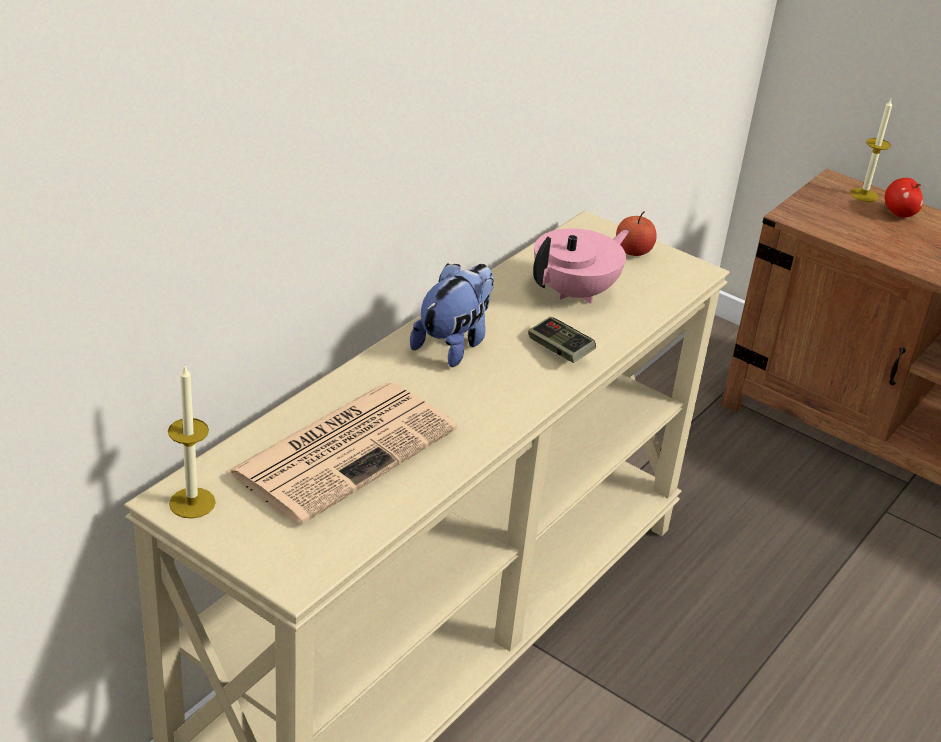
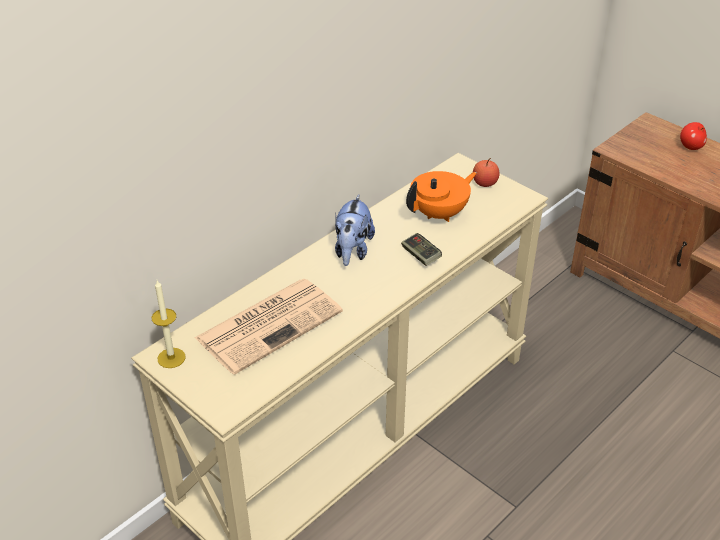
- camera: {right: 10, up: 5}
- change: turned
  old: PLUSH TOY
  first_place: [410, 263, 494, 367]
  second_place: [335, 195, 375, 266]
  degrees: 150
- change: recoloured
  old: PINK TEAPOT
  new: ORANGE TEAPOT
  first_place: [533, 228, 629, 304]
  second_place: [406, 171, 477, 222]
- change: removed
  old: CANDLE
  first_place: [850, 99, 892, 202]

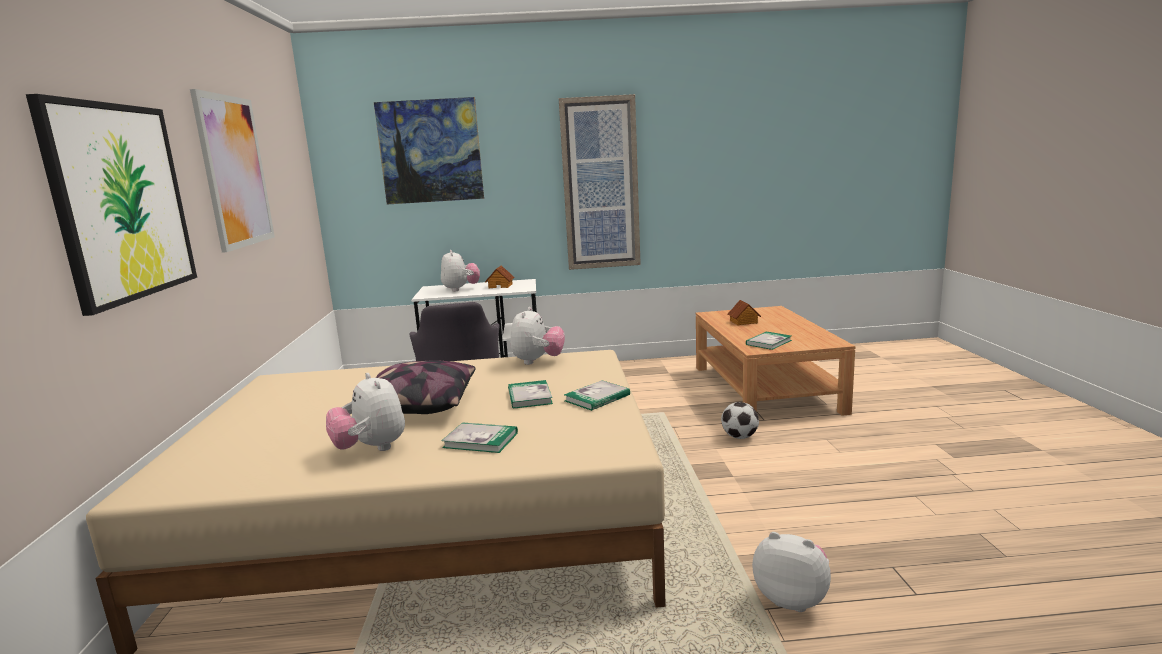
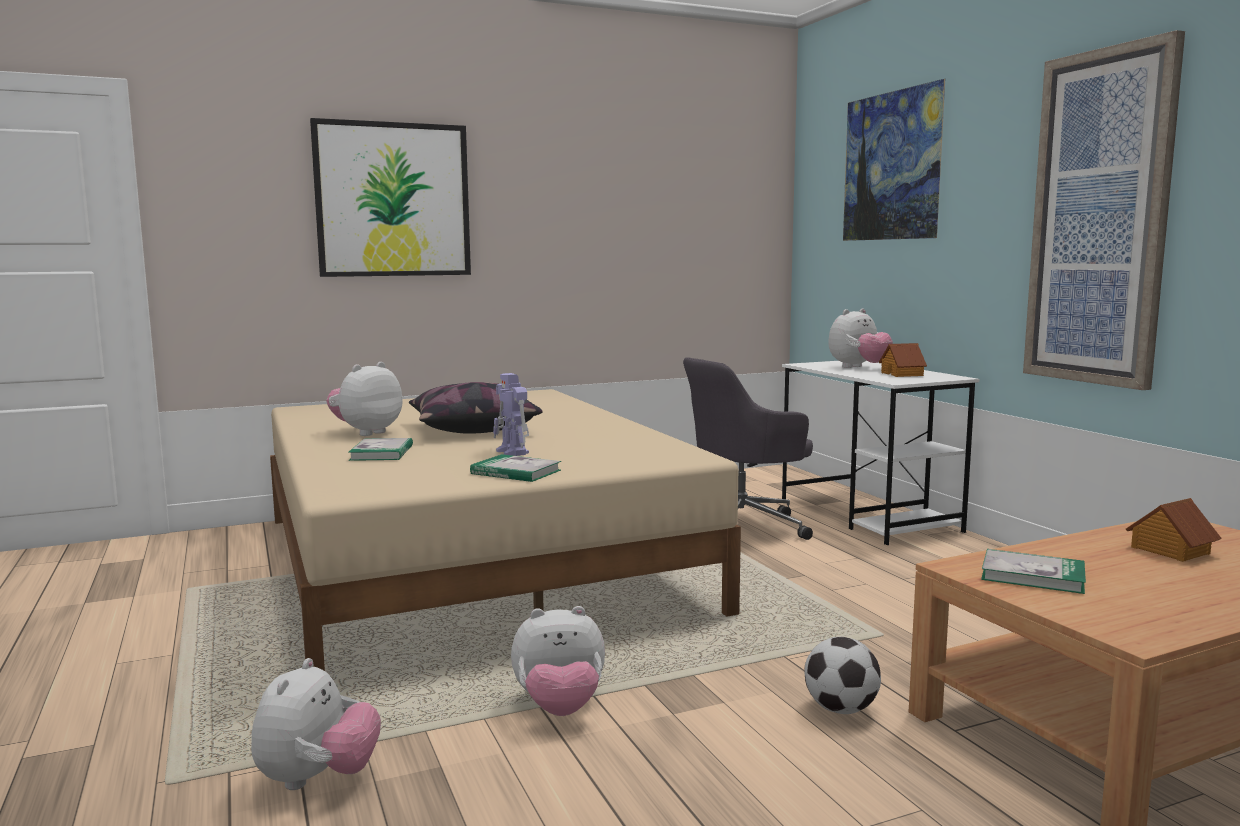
- camera: {right: 70, up: -5}
- change: replaced
  old: BOOK
  new: TOY ROBOT
  first_place: [508, 380, 553, 409]
  second_place: [493, 373, 529, 456]
- change: moved
  old: PLUSH TOY
  first_place: [510, 307, 565, 365]
  second_place: [511, 606, 605, 716]
- change: removed
  old: PICTURE
  first_place: [190, 89, 275, 253]

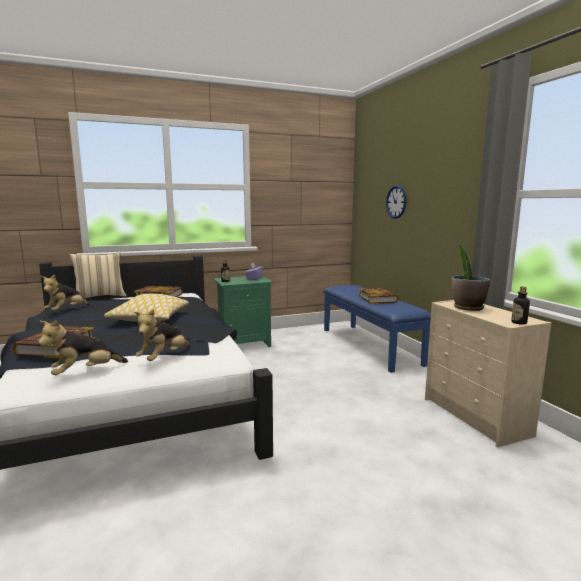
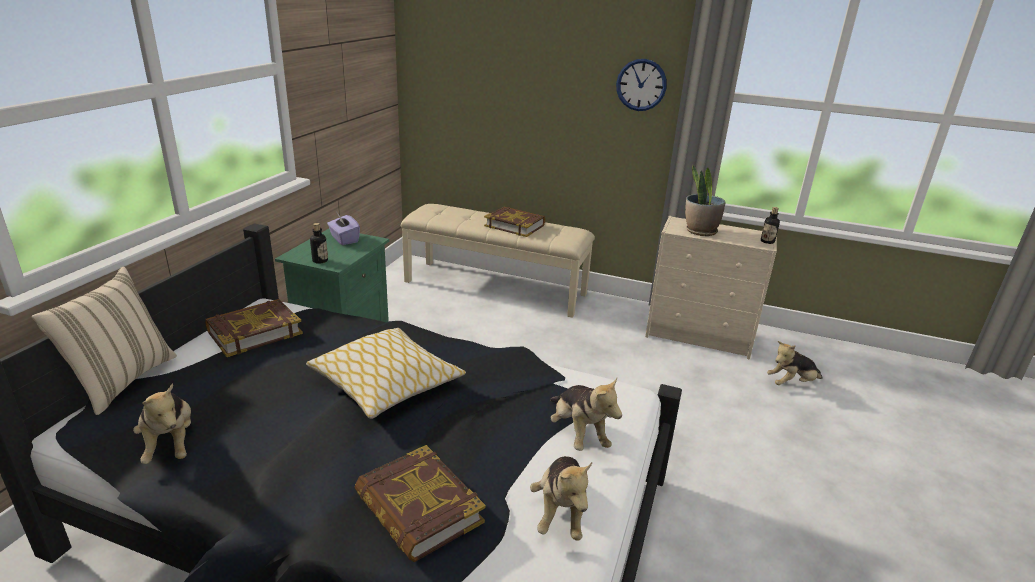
- camera: {right: -50, up: 15}
- change: recoloured
  old: BLUE BENCH
  new: BEIGE BENCH
  first_place: [324, 285, 431, 373]
  second_place: [401, 204, 595, 318]
- change: moved
  old: WALL CLOCK
  first_place: [386, 185, 407, 219]
  second_place: [616, 59, 667, 111]
- change: added
  new: PLUSH TOY
  second_place: [767, 341, 823, 385]

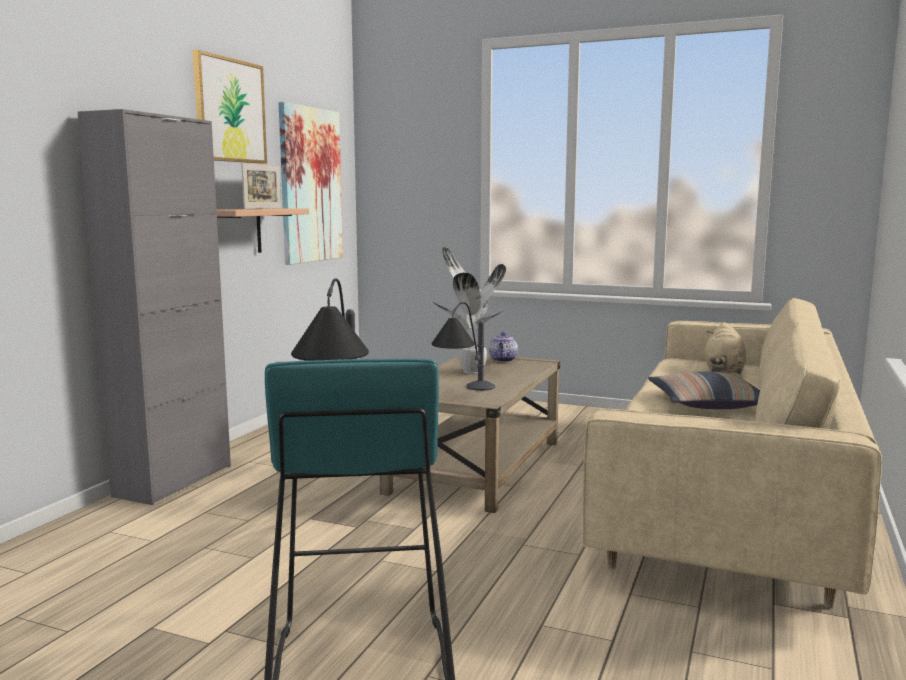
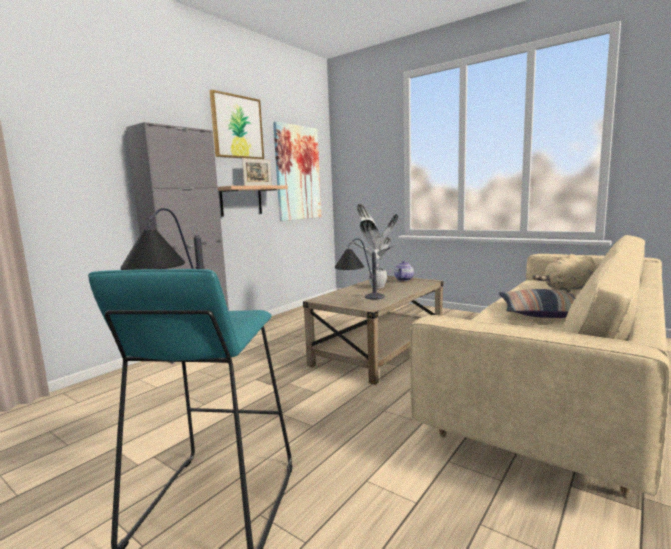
- camera: {right: 15, up: 0}
- change: turned
  old: BEIGE PLUSH TOY
  first_place: [705, 322, 746, 375]
  second_place: [533, 254, 596, 292]
  degrees: 45

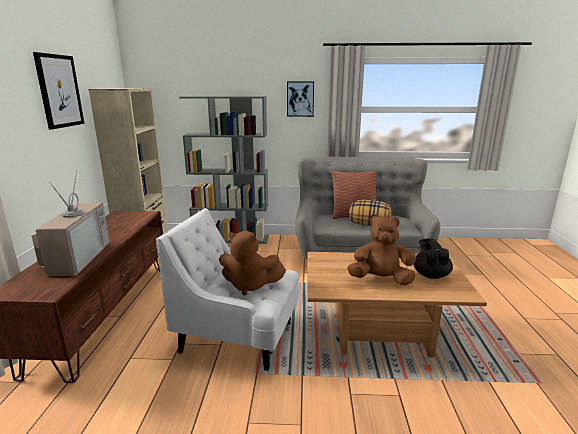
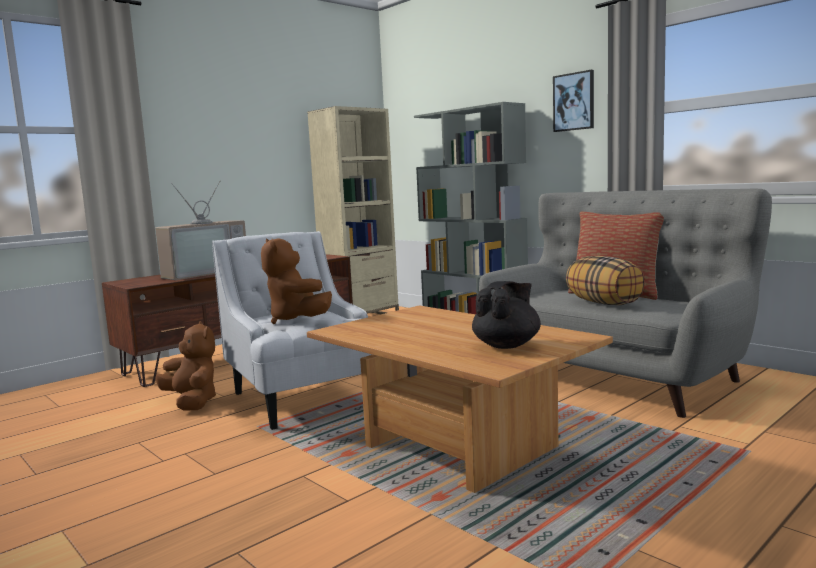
- camera: {right: 45, up: -10}
- change: moved
  old: BROWN PLUSH TOY
  first_place: [347, 214, 416, 286]
  second_place: [156, 321, 216, 410]
- change: removed
  old: PICTURE
  first_place: [33, 52, 85, 129]

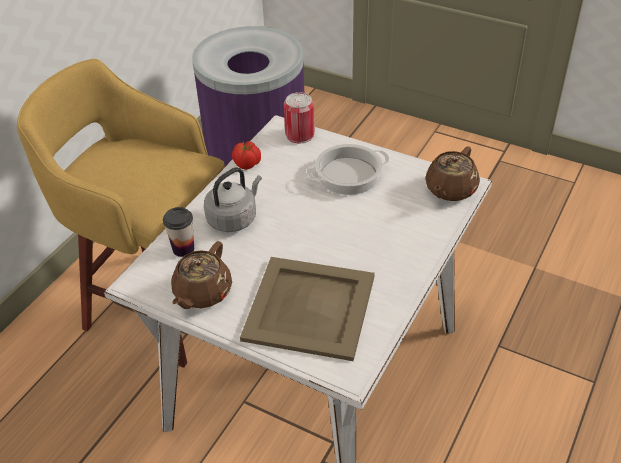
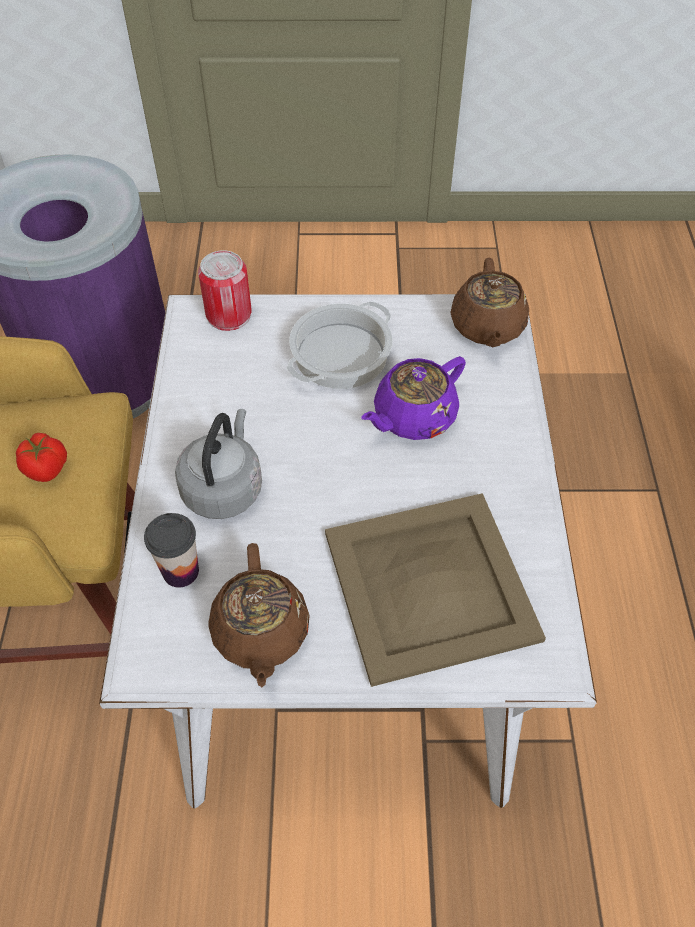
- camera: {right: -30, up: 10}
- change: moved
  old: TOMATO
  first_place: [232, 141, 261, 170]
  second_place: [16, 433, 67, 482]
- change: added
  new: PURPLE TEAPOT
  second_place: [362, 356, 466, 440]

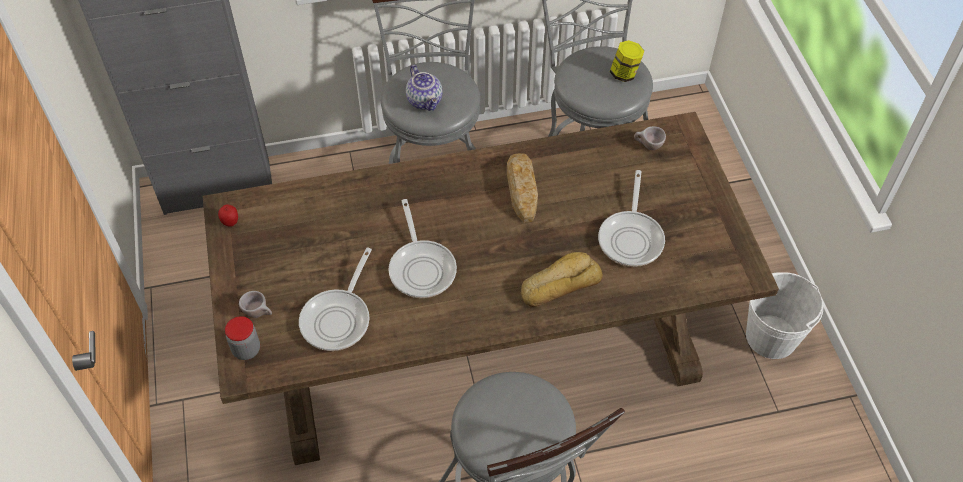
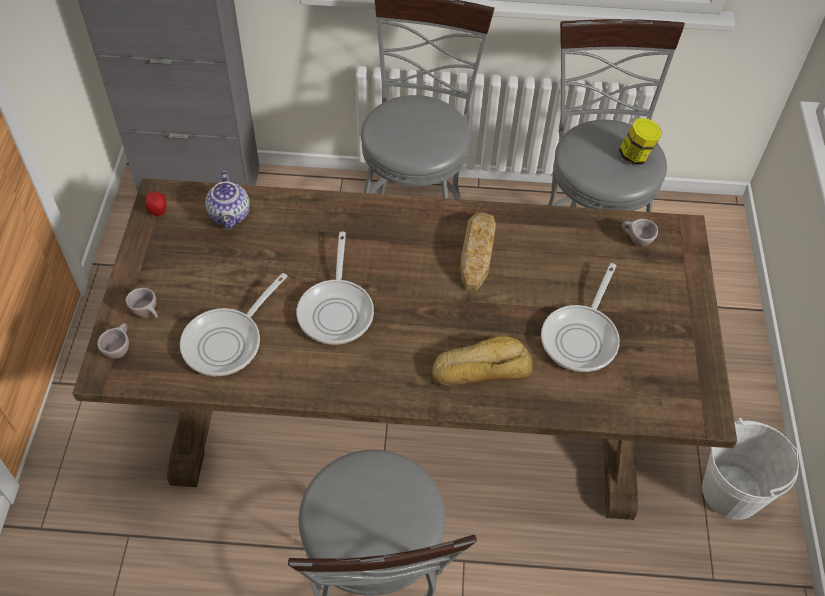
- camera: {right: 15, up: 0}
- change: replaced
  old: JAR
  new: BEIGE CUP
  first_place: [225, 316, 260, 360]
  second_place: [97, 323, 129, 359]
- change: moved
  old: TEAPOT
  first_place: [406, 65, 443, 111]
  second_place: [205, 170, 250, 229]

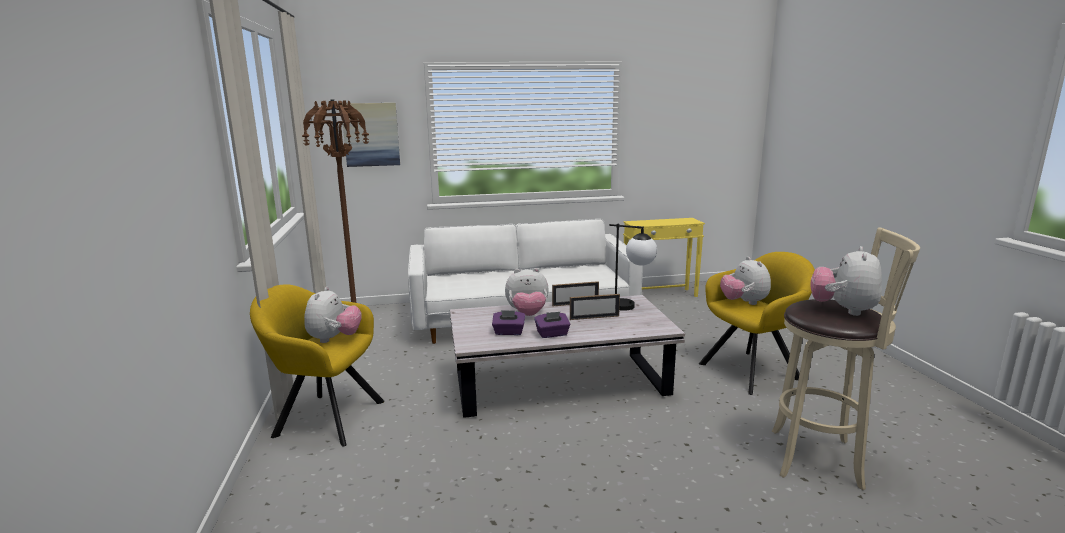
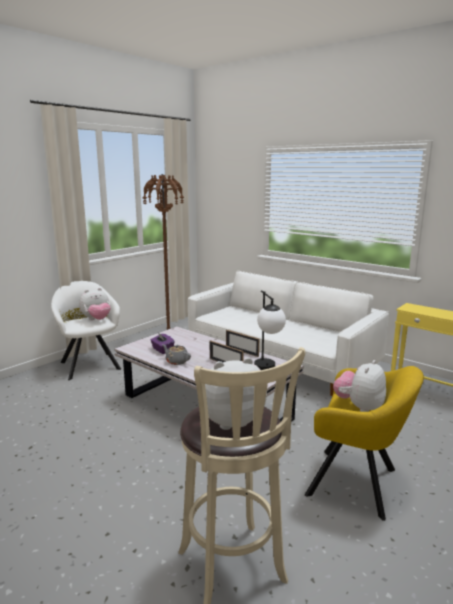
- camera: {right: 50, up: 0}
- change: recoloured
  old: YELLOW ARMCHAIR
  new: WHITE ARMCHAIR
  first_place: [250, 284, 384, 446]
  second_place: [51, 281, 121, 380]
- change: replaced
  old: PURPLE TISSUE BOX
  new: GREY TEAPOT
  first_place: [534, 312, 571, 338]
  second_place: [162, 344, 191, 365]
- change: removed
  old: PICTURE
  first_place: [342, 103, 400, 167]
- change: removed
  old: PLUSH TOY
  first_place: [505, 268, 548, 316]

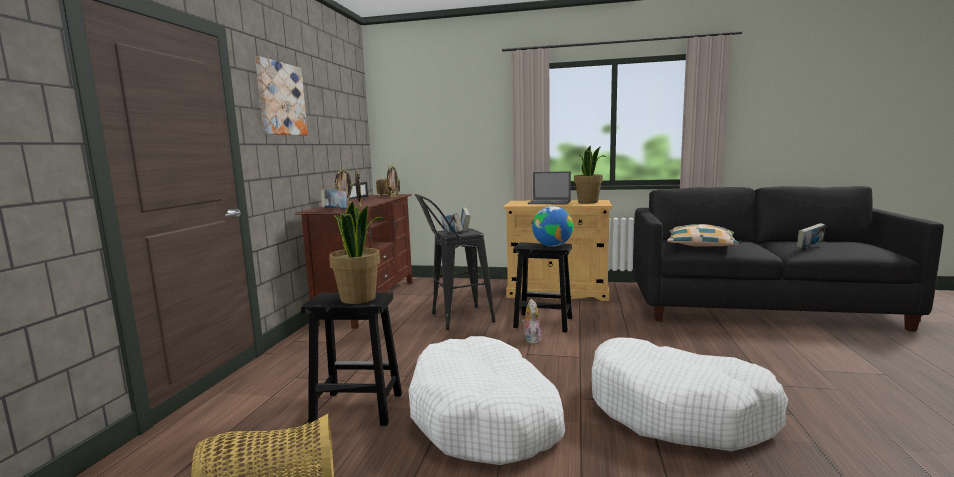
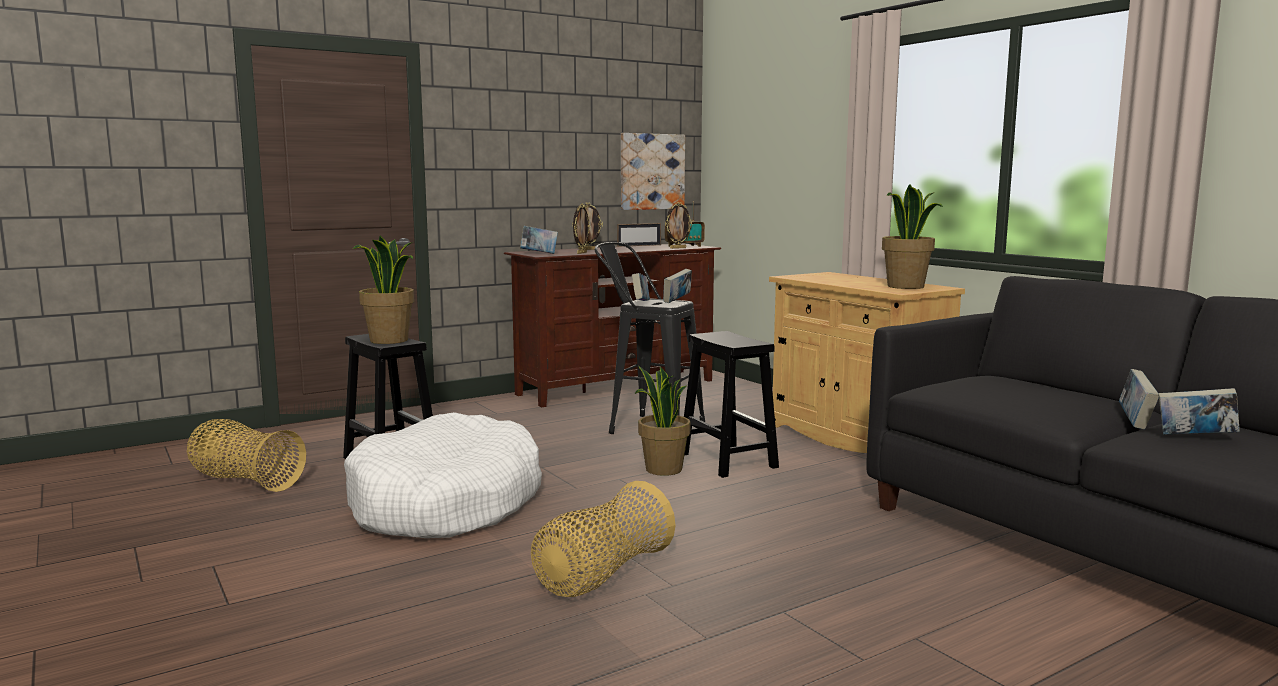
- camera: {right: 45, up: 0}
- change: replaced
  old: WHITE DOG BED
  new: BASKET
  first_place: [592, 337, 788, 451]
  second_place: [531, 481, 675, 597]
- change: moved
  old: PICTURE
  first_place: [255, 56, 308, 136]
  second_place: [621, 133, 685, 210]
- change: replaced
  old: PLUSH TOY
  new: POTTED PLANT
  first_place: [522, 299, 541, 344]
  second_place: [634, 366, 690, 476]
- change: added
  new: BOOK
  second_place: [1119, 369, 1159, 429]
- change: removed
  old: LAPTOP
  first_place: [528, 171, 571, 204]
- change: removed
  old: GLOBE
  first_place: [532, 206, 573, 247]
- change: removed
  old: PILLOW
  first_place: [667, 224, 739, 247]

